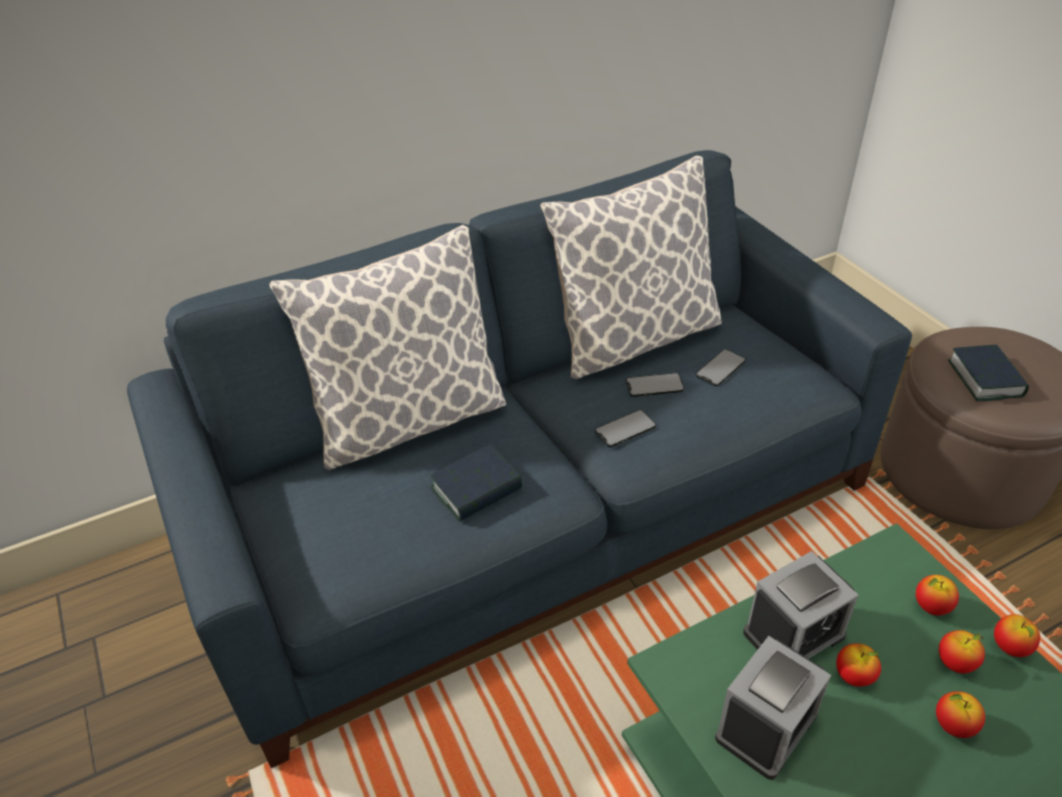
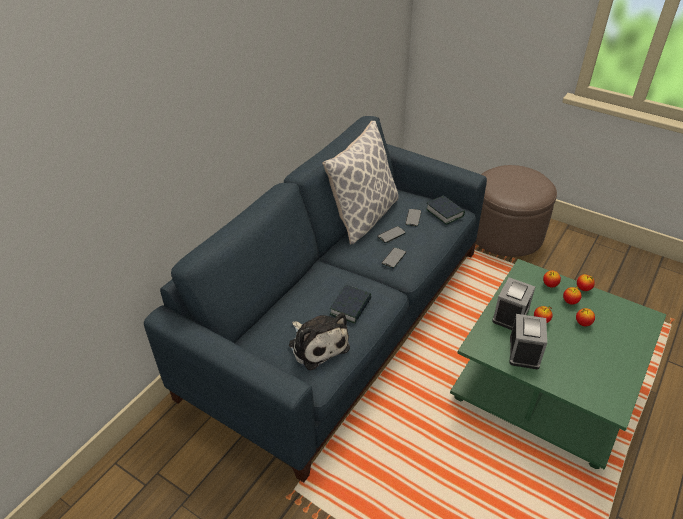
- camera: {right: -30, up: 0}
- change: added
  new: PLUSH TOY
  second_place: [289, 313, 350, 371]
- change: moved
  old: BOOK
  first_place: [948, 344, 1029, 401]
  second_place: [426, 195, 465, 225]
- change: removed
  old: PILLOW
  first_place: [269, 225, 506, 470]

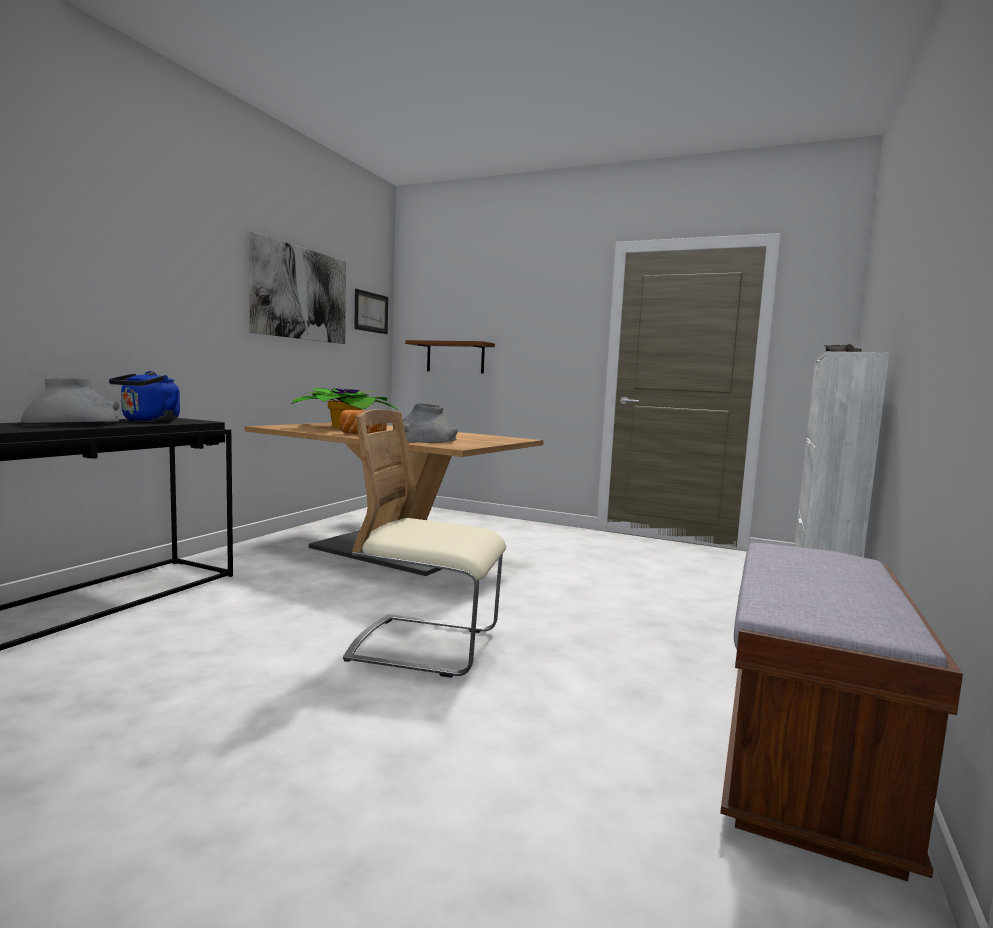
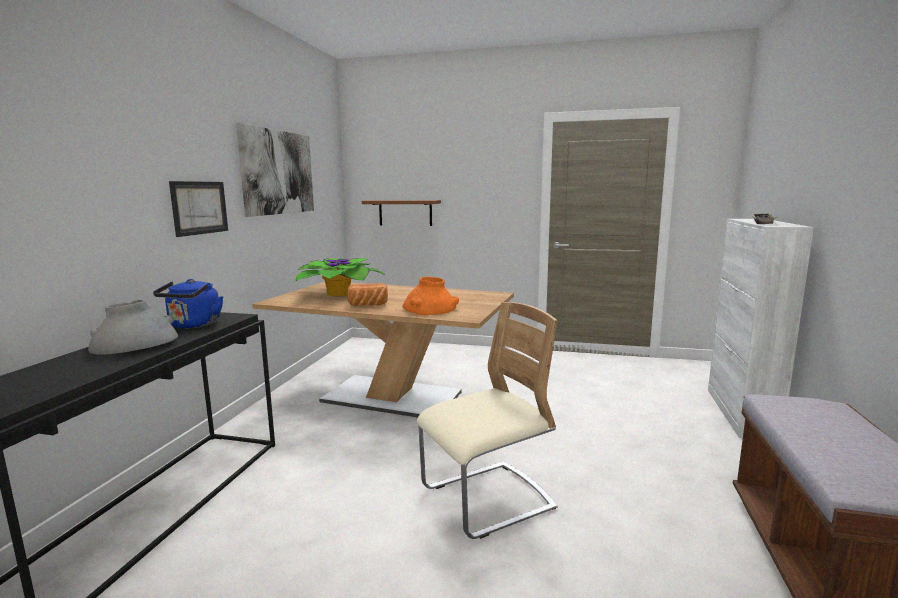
- camera: {right: -10, up: 5}
- change: moved
  old: PICTURE
  first_place: [354, 289, 388, 334]
  second_place: [169, 181, 228, 237]
- change: recoloured
  old: GREY VASE
  new: ORANGE VASE
  first_place: [403, 403, 458, 443]
  second_place: [403, 277, 459, 315]
- change: turned
  old: BEIGE CHAIR
  first_place: [343, 409, 506, 678]
  second_place: [417, 302, 557, 539]
  degrees: 150

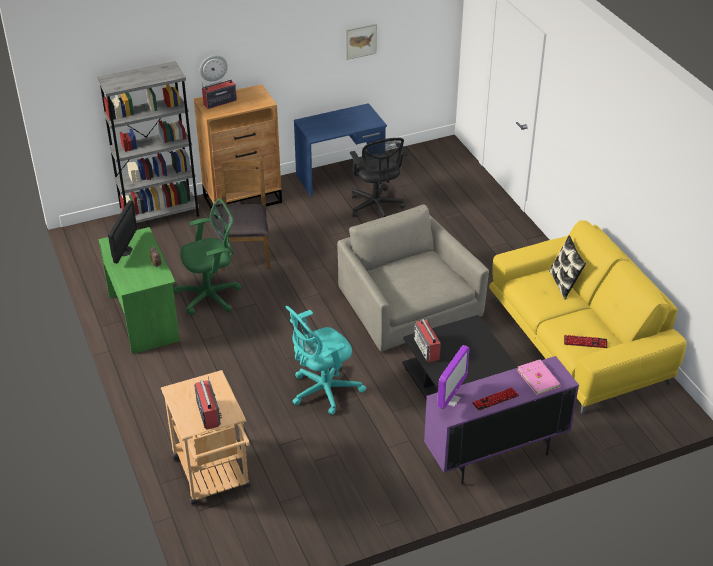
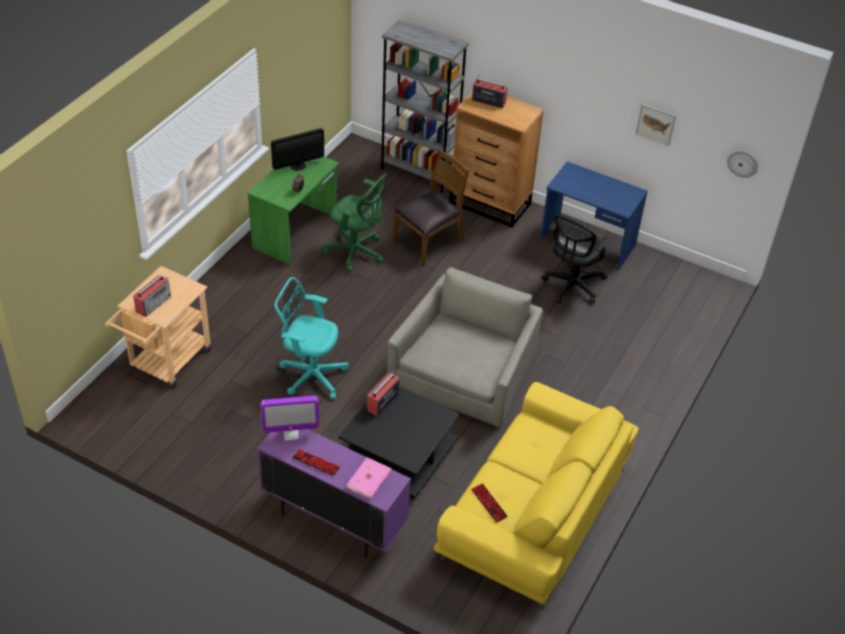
- camera: {right: 50, up: 5}
- change: moved
  old: WALL CLOCK
  first_place: [200, 55, 228, 81]
  second_place: [727, 151, 758, 178]
- change: removed
  old: PILLOW
  first_place: [549, 236, 586, 299]

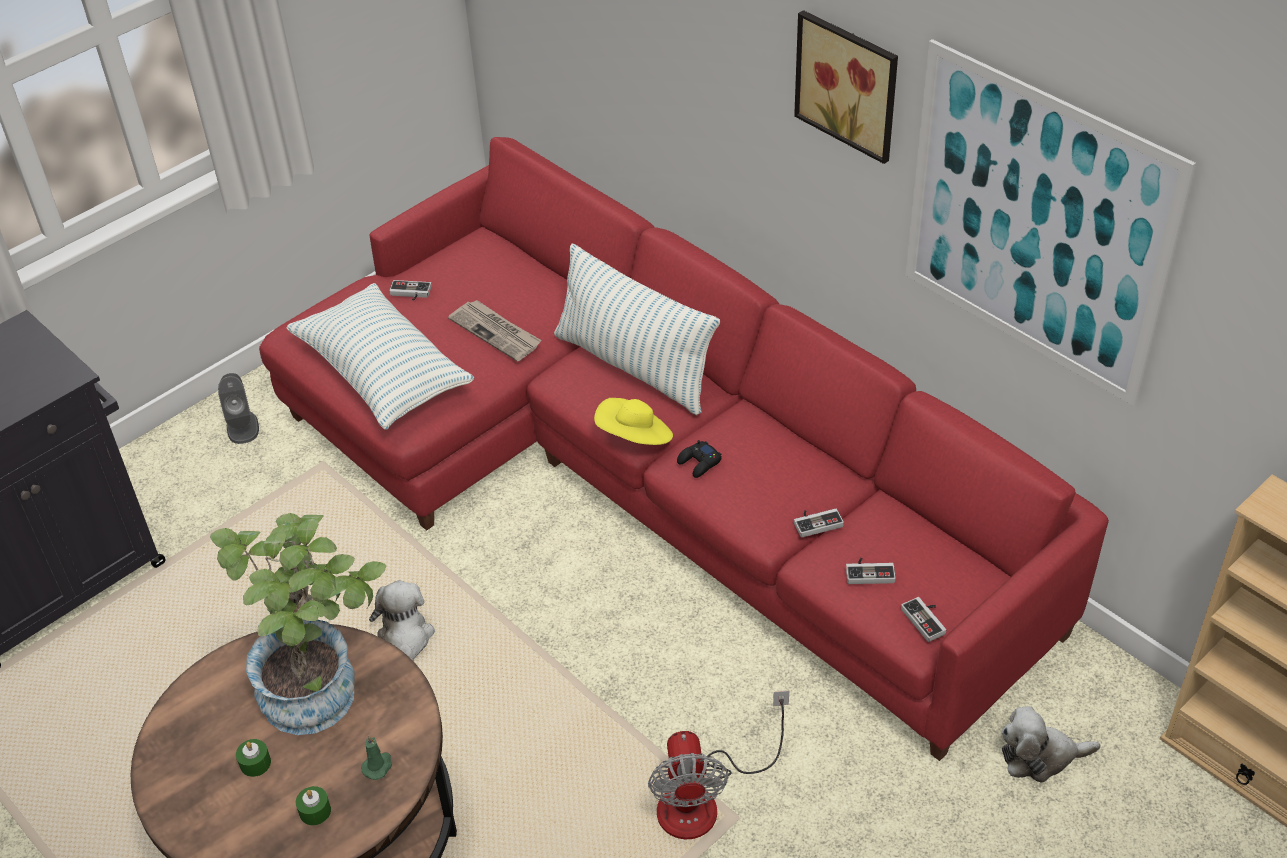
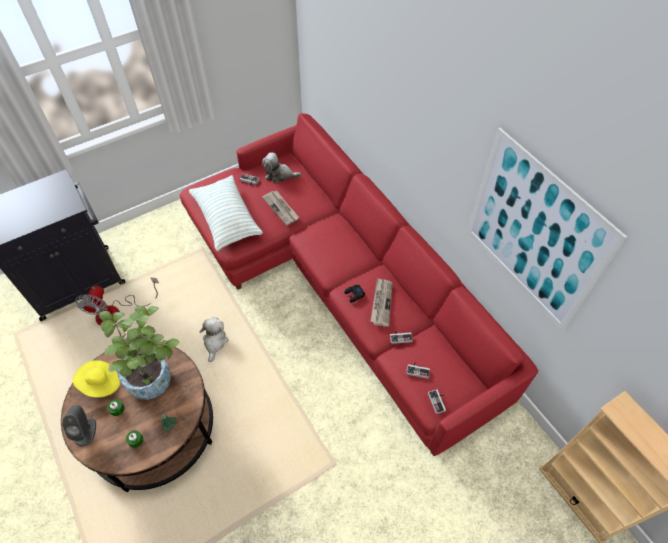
- camera: {right: 10, up: 10}
- change: moved
  old: GREY SPEAKER
  first_place: [218, 373, 259, 444]
  second_place: [62, 405, 96, 446]
- change: moved
  old: YELLOW HAT
  first_place: [594, 398, 673, 445]
  second_place: [73, 360, 120, 398]
- change: moved
  old: FAN
  first_place: [648, 691, 789, 839]
  second_place: [75, 277, 159, 325]
- change: moved
  old: PLUSH TOY
  first_place: [1002, 706, 1101, 783]
  second_place: [262, 152, 301, 183]
- change: added
  new: NEWSPAPER
  second_place: [370, 278, 393, 327]
- change: removed
  old: PILLOW
  first_place: [554, 244, 720, 415]
- change: removed
  old: PICTURE
  first_place: [794, 10, 898, 164]

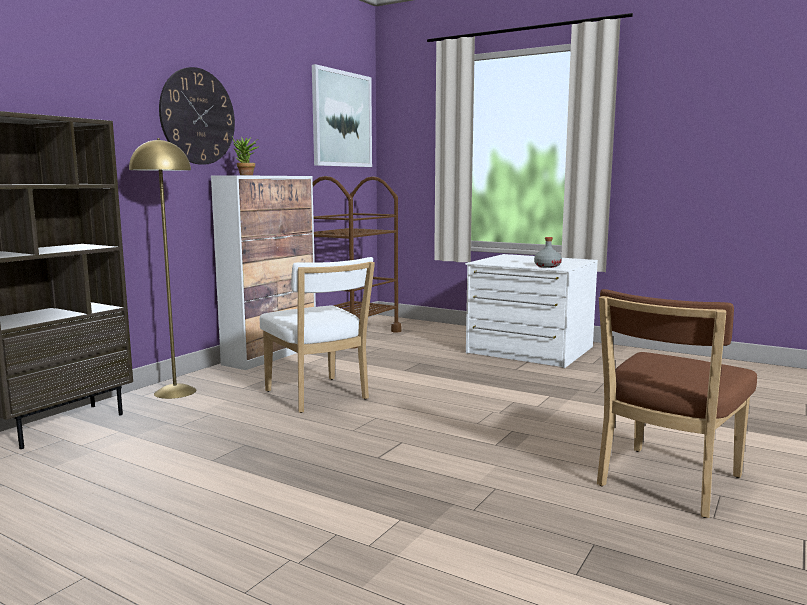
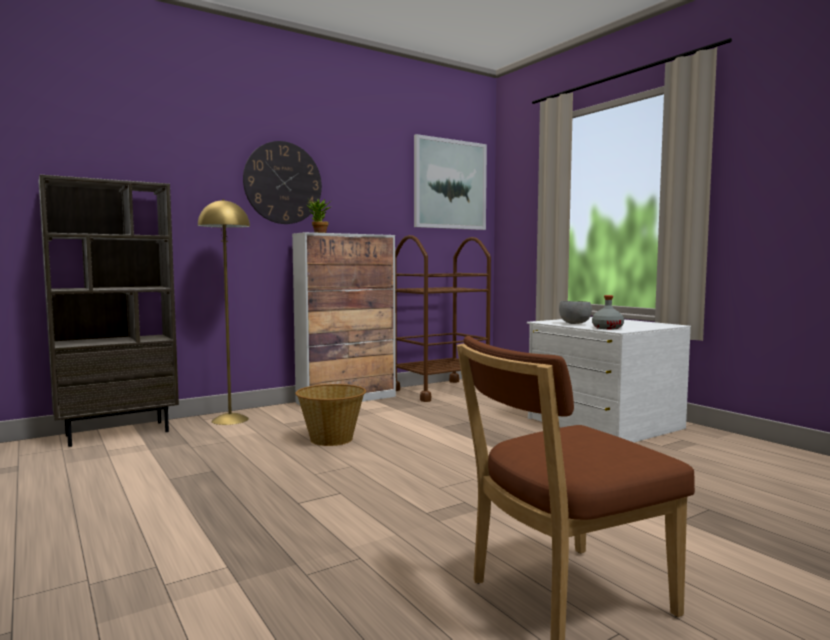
- camera: {right: 25, up: -5}
- change: replaced
  old: WHITE CHAIR
  new: BASKET
  first_place: [260, 257, 375, 413]
  second_place: [295, 384, 366, 446]
- change: added
  new: GREY BOWL
  second_place: [559, 301, 592, 324]

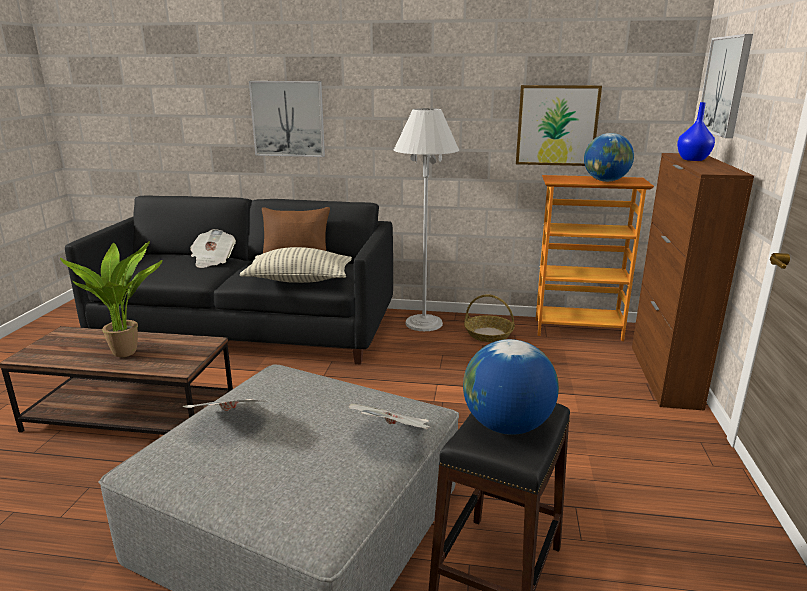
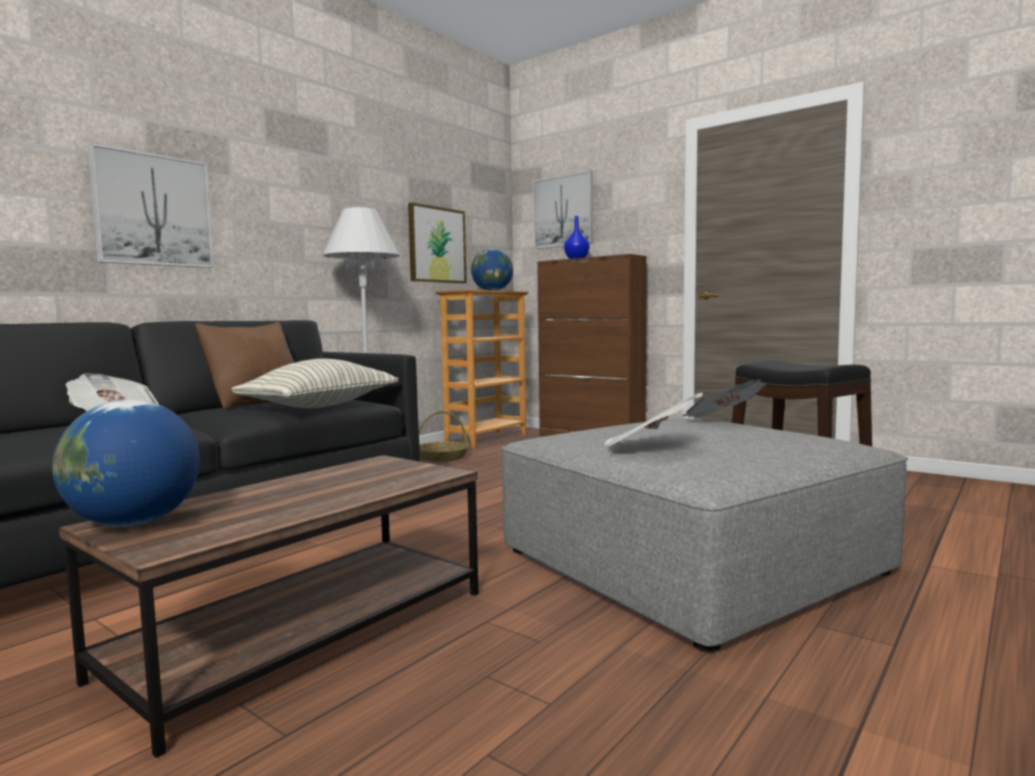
- camera: {right: -60, up: -15}
- change: moved
  old: GLOBE
  first_place: [463, 339, 559, 435]
  second_place: [52, 399, 200, 527]
- change: removed
  old: POTTED PLANT
  first_place: [60, 241, 163, 357]

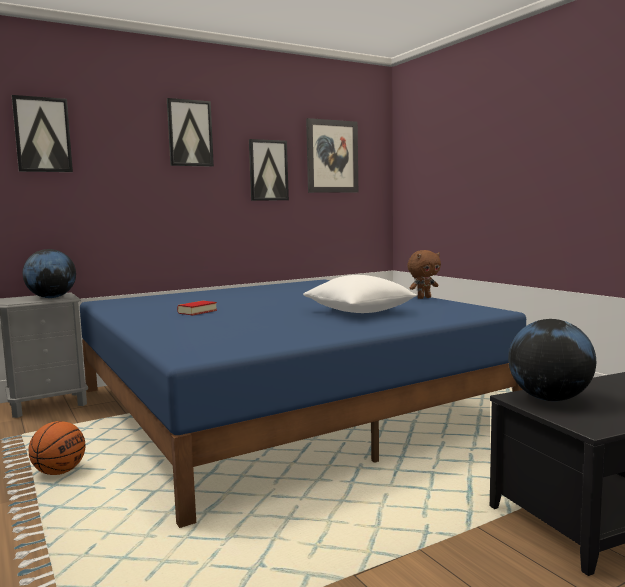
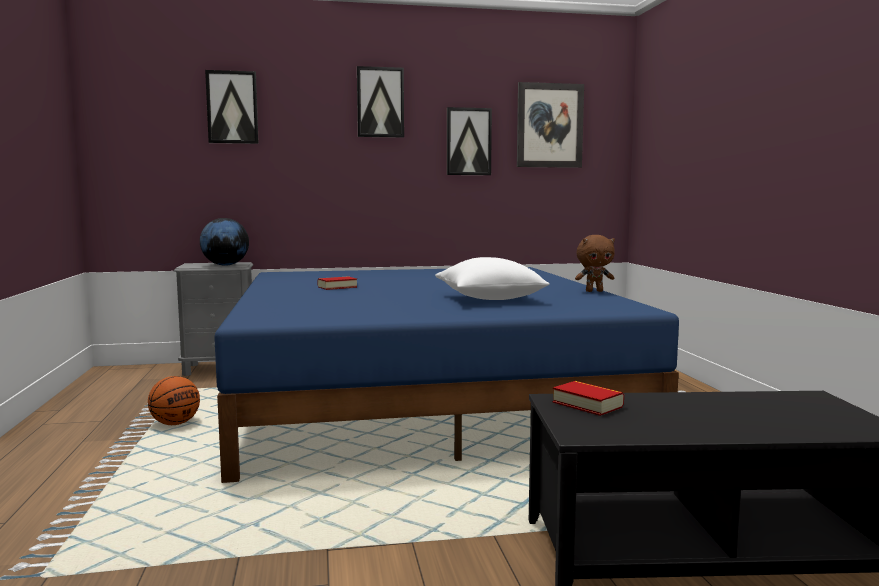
- camera: {right: 20, up: 0}
- change: replaced
  old: GLOBE
  new: BOOK
  first_place: [508, 319, 596, 401]
  second_place: [552, 381, 624, 416]

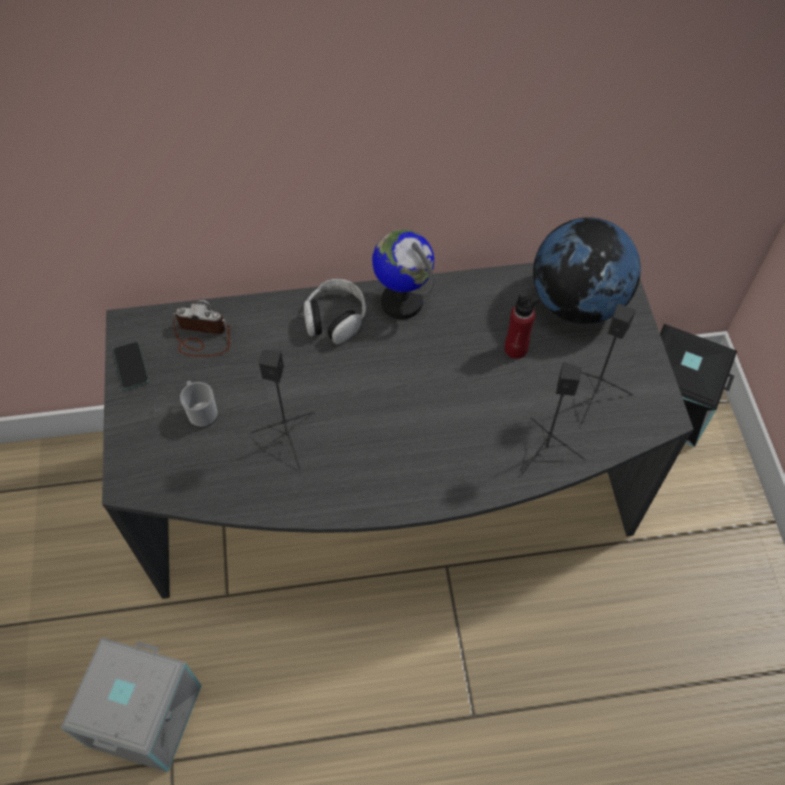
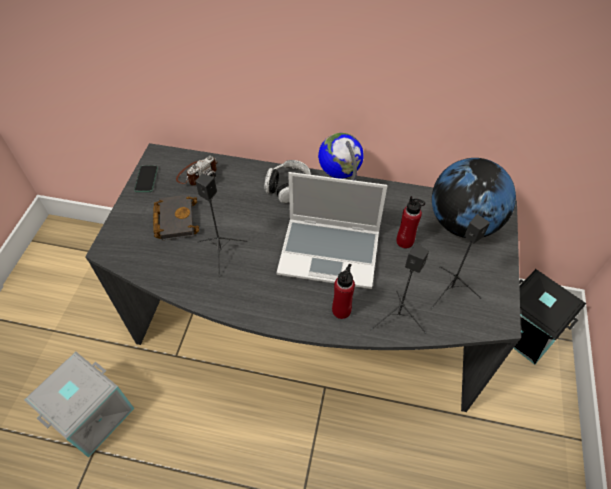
- camera: {right: 20, up: -5}
- change: replaced
  old: MUG
  new: BLACK BOOK
  first_place: [180, 381, 218, 428]
  second_place: [153, 195, 199, 240]
- change: turned
  old: PHOTO CAMERA
  first_place: [173, 299, 230, 357]
  second_place: [176, 156, 218, 186]
  degrees: 105
- change: added
  new: LAPTOP
  second_place: [276, 172, 388, 289]
- change: added
  new: RED BOTTLE
  second_place: [332, 264, 355, 319]

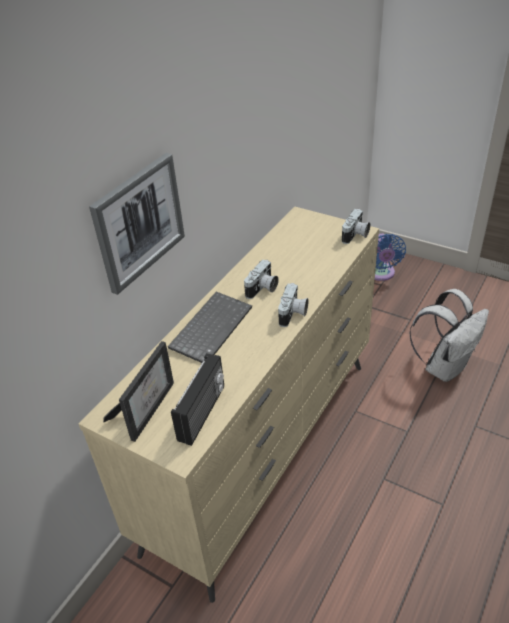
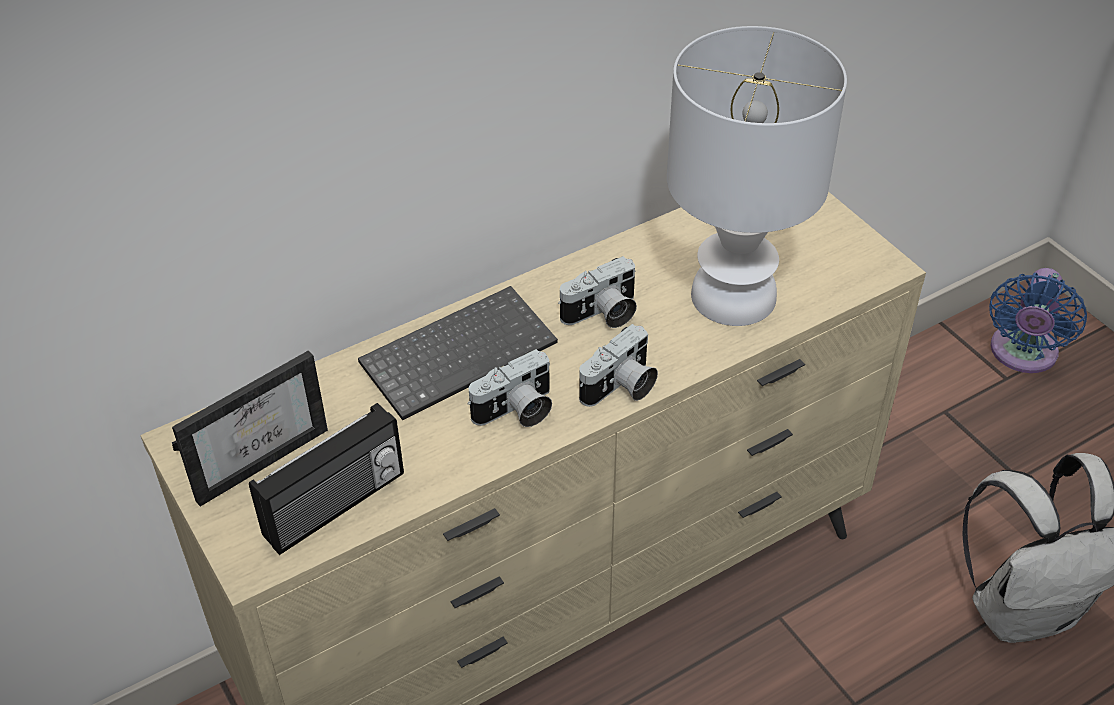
- camera: {right: 25, up: 5}
- change: moved
  old: PHOTO CAMERA
  first_place: [342, 209, 370, 244]
  second_place: [467, 349, 552, 427]
- change: added
  new: WHITE TABLE LAMP
  second_place: [667, 26, 847, 326]
- change: removed
  old: PICTURE
  first_place: [89, 153, 185, 295]

